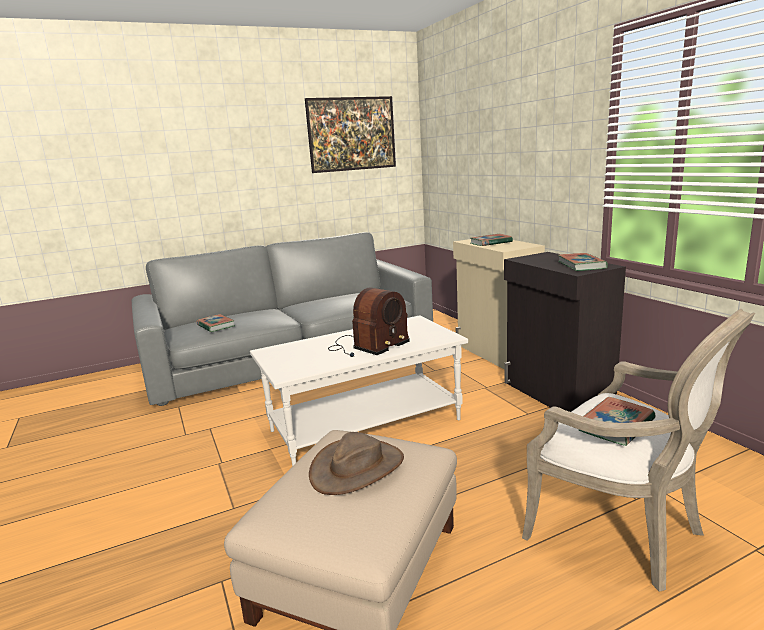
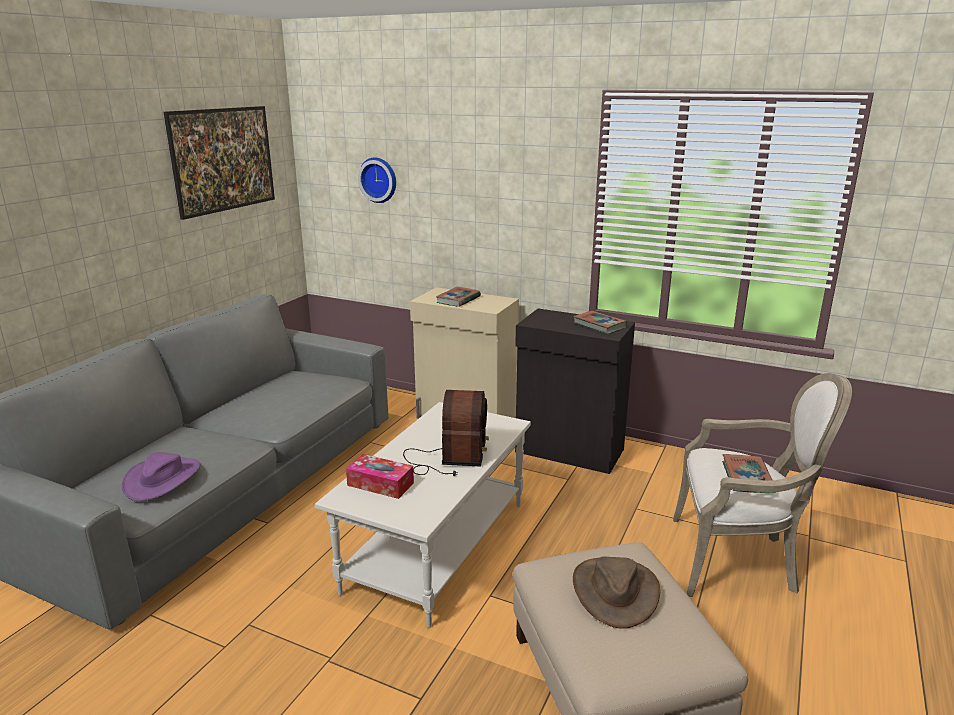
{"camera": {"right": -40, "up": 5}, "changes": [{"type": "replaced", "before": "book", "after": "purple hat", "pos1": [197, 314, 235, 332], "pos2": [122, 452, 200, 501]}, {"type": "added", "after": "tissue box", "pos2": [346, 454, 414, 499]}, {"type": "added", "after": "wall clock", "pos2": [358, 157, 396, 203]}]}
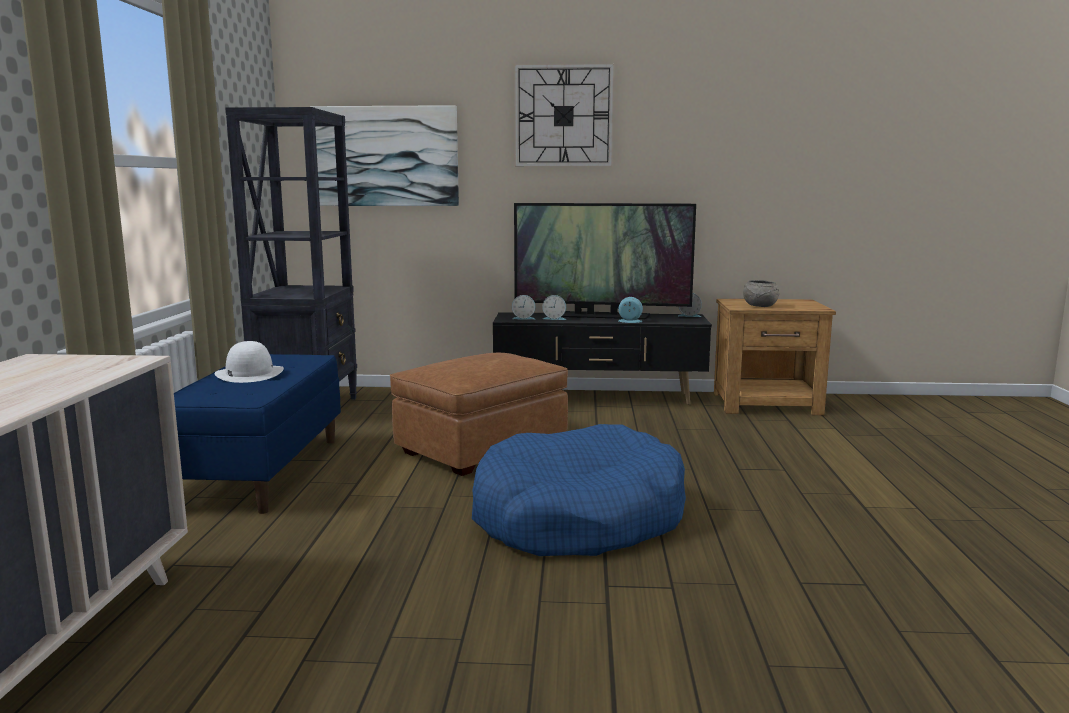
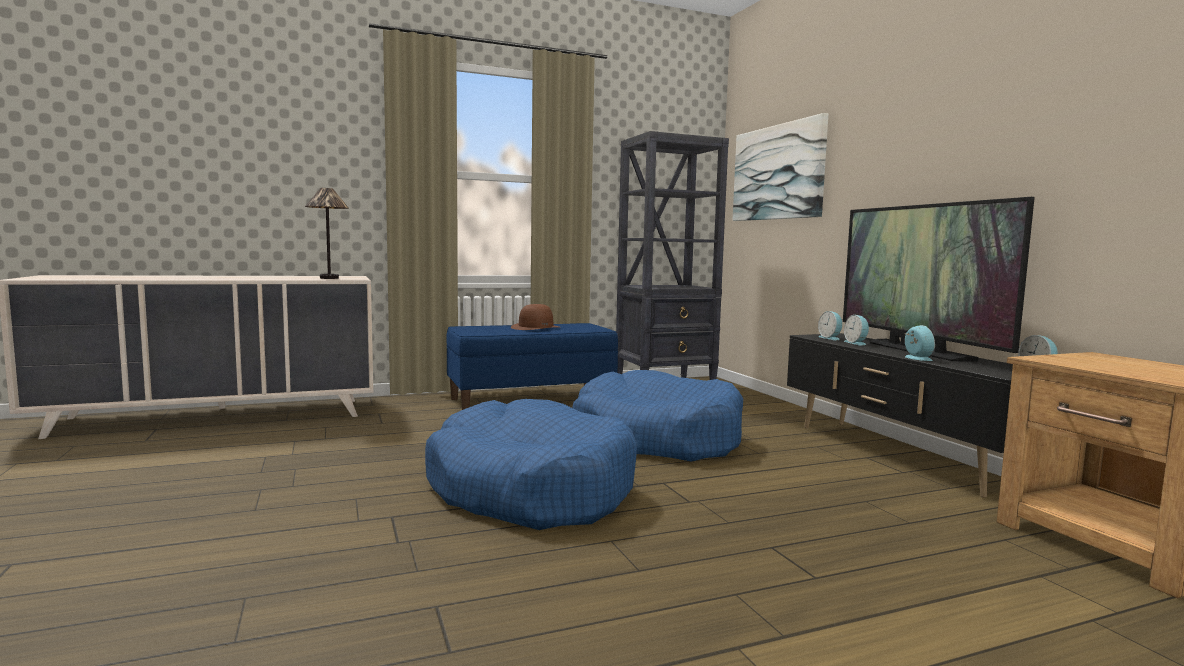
{"camera": {"right": 65, "up": -5}, "changes": [{"type": "added", "after": "table lamp", "pos2": [305, 188, 349, 279]}, {"type": "recoloured", "before": "white hat", "after": "brown hat", "pos1": [215, 341, 284, 383], "pos2": [511, 304, 559, 330]}, {"type": "replaced", "before": "brown ottoman", "after": "blue dog bed", "pos1": [390, 353, 568, 476], "pos2": [572, 370, 743, 462]}, {"type": "removed", "before": "wall clock", "pos1": [515, 64, 614, 166]}, {"type": "removed", "before": "grey bowl", "pos1": [743, 280, 779, 307]}]}
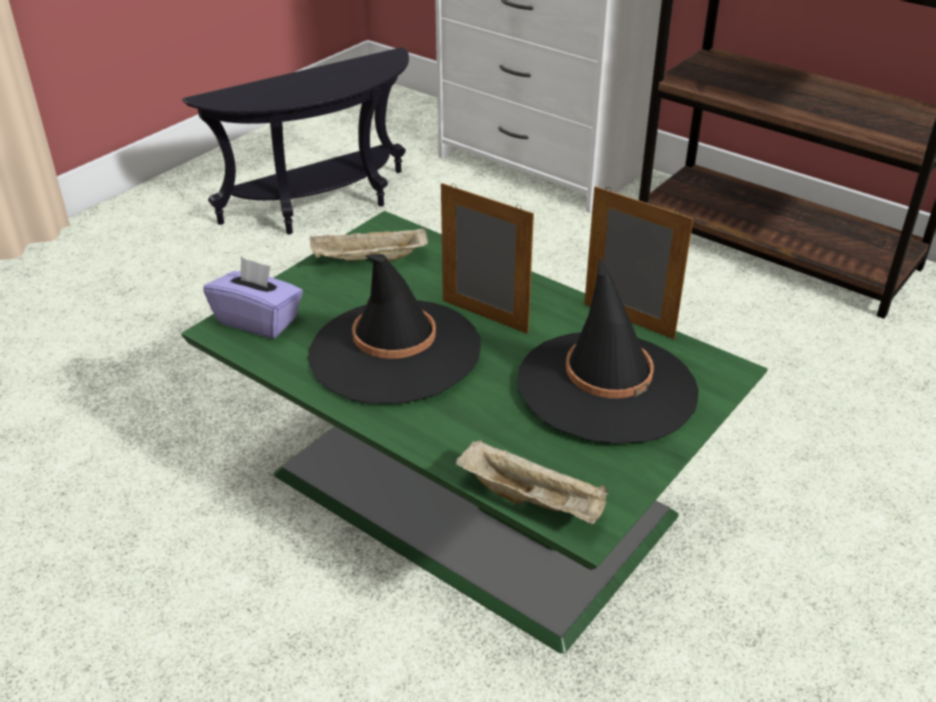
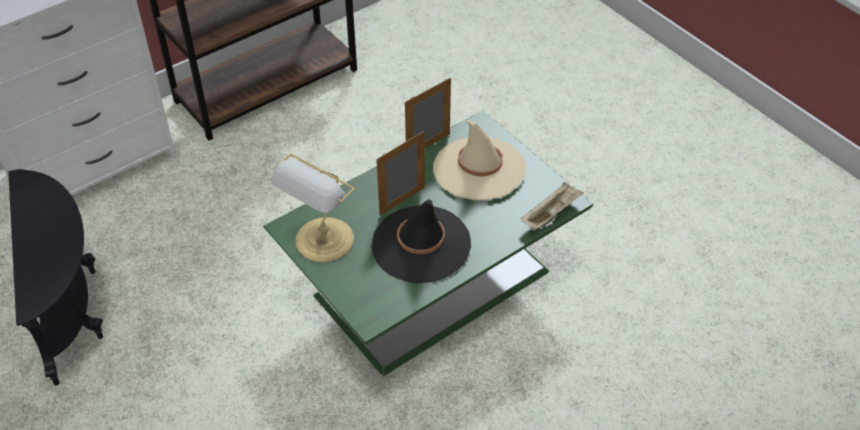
{"camera": {"right": -75, "up": 10}, "changes": [{"type": "replaced", "before": "beige tray", "after": "table lamp", "pos1": [310, 227, 428, 261], "pos2": [271, 154, 355, 262]}, {"type": "recoloured", "before": "black hat", "after": "beige hat", "pos1": [518, 256, 699, 444], "pos2": [433, 120, 526, 200]}, {"type": "removed", "before": "purple tissue box", "pos1": [203, 257, 303, 338]}]}
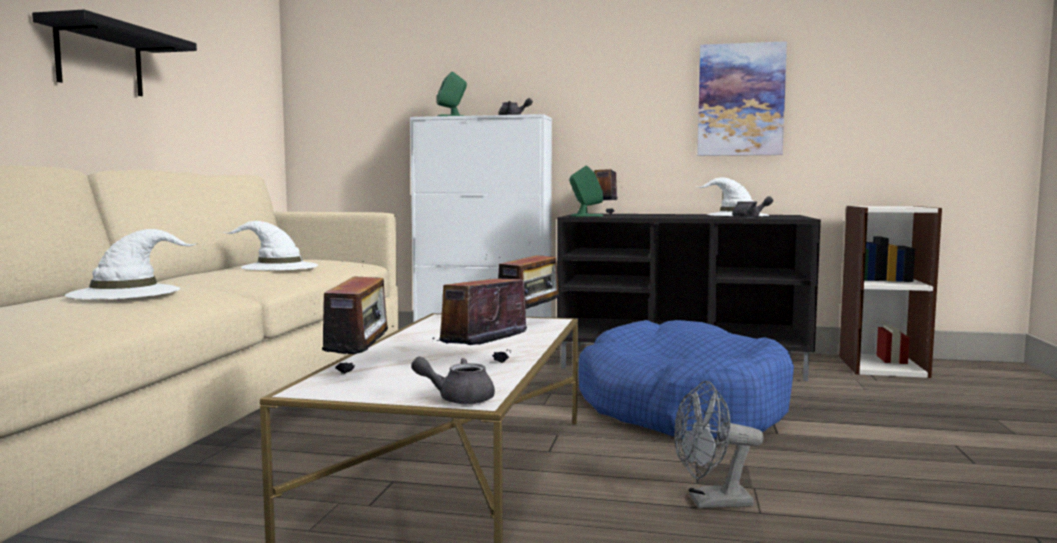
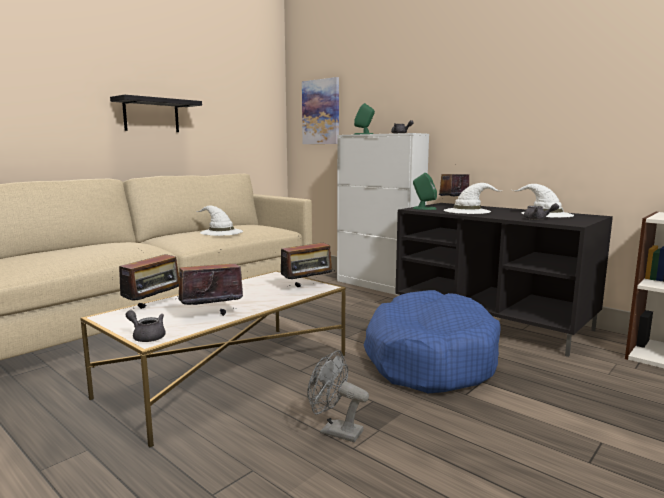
{"camera": {"right": 30, "up": 5}, "changes": [{"type": "moved", "before": "picture", "pos1": [697, 41, 787, 156], "pos2": [302, 77, 339, 144]}, {"type": "moved", "before": "white hat", "pos1": [65, 229, 198, 299], "pos2": [444, 183, 500, 214]}]}
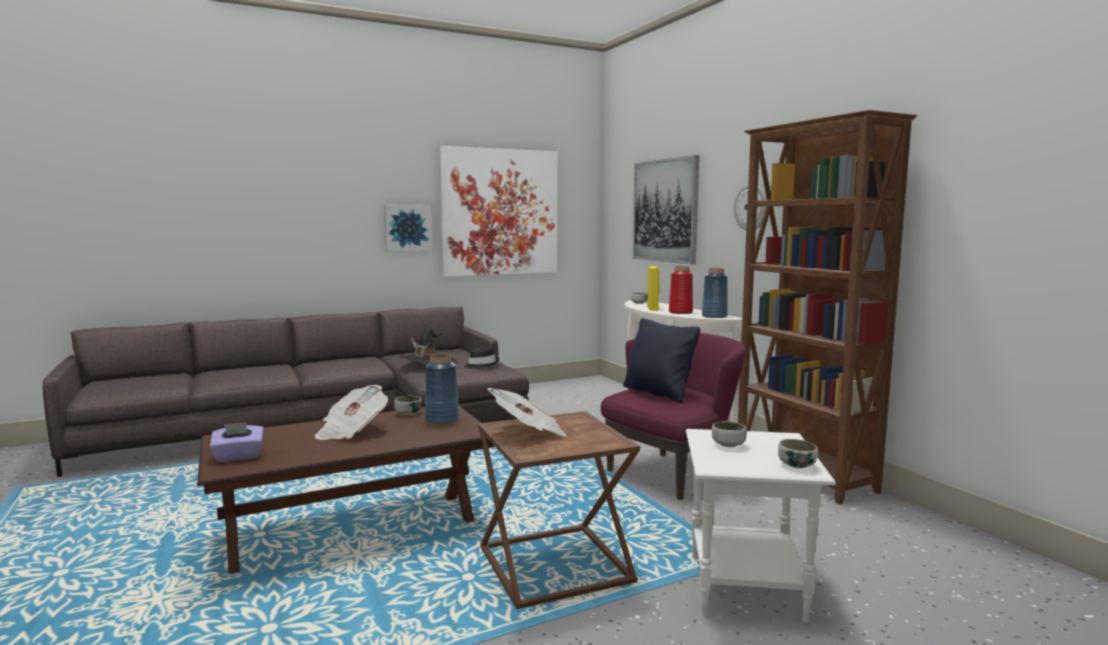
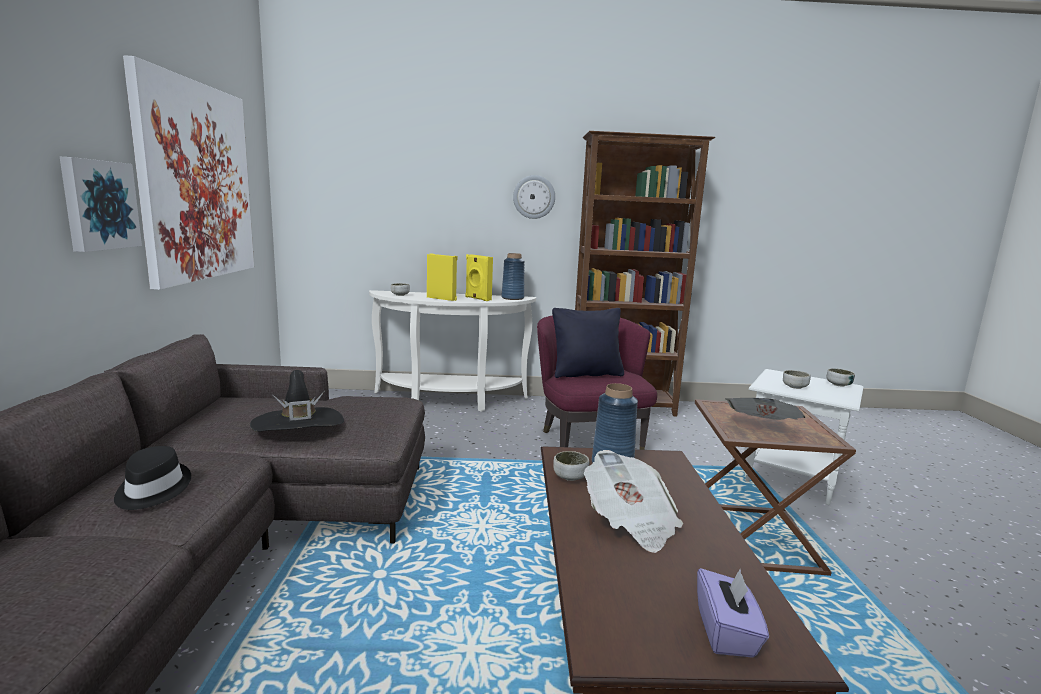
{"camera": {"right": -65, "up": 5}, "changes": [{"type": "moved", "before": "black hat", "pos1": [464, 346, 499, 369], "pos2": [114, 446, 191, 510]}, {"type": "replaced", "before": "red vase", "after": "yellow speaker", "pos1": [669, 266, 693, 314], "pos2": [465, 254, 493, 301]}, {"type": "removed", "before": "picture", "pos1": [633, 155, 699, 264]}]}
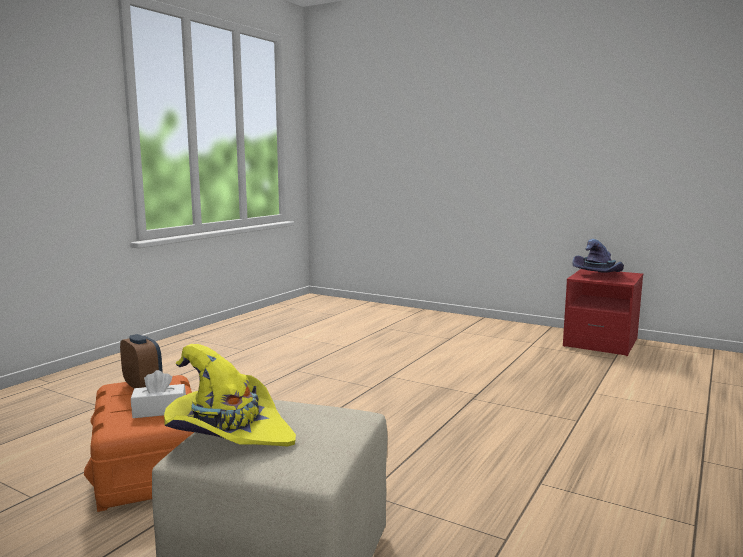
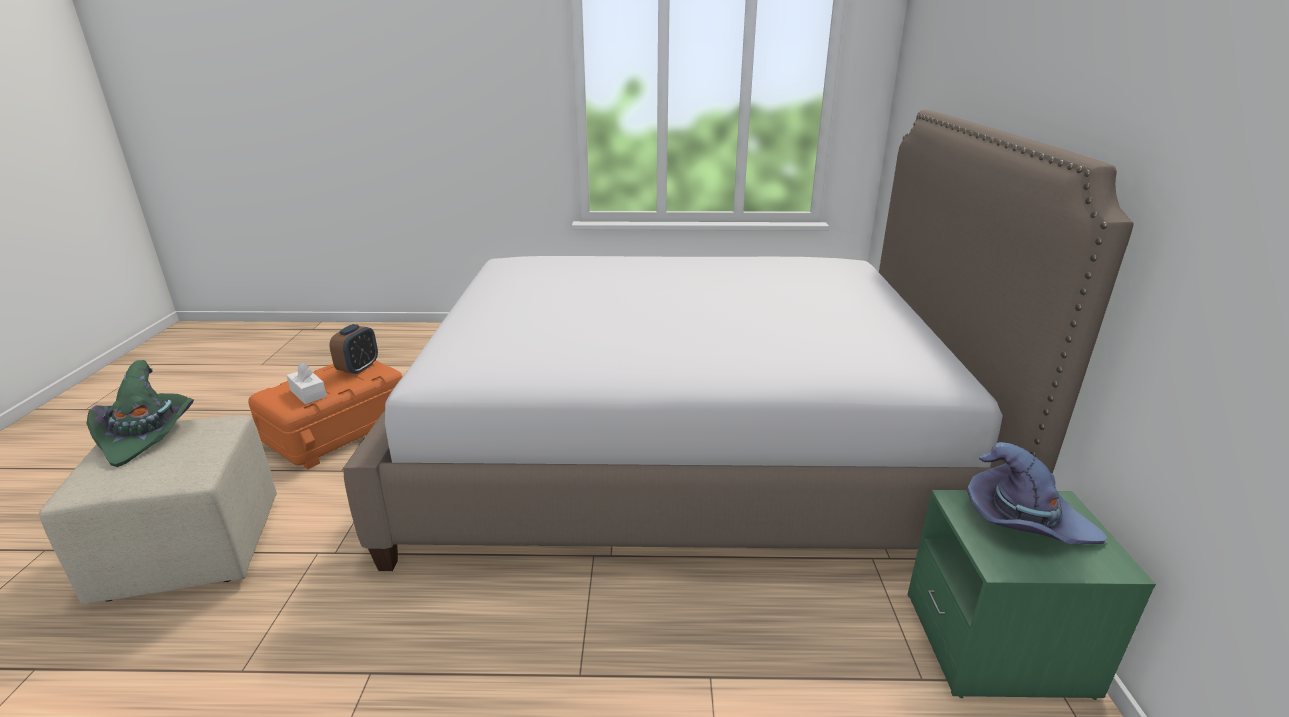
{"camera": {"right": 60, "up": 15}, "changes": [{"type": "recoloured", "before": "yellow hat", "after": "green hat", "pos1": [164, 344, 296, 446], "pos2": [87, 360, 194, 467]}, {"type": "added", "after": "bed", "pos2": [343, 110, 1134, 571]}, {"type": "recoloured", "before": "red nightstand", "after": "green nightstand", "pos1": [563, 269, 643, 356], "pos2": [907, 490, 1156, 700]}]}
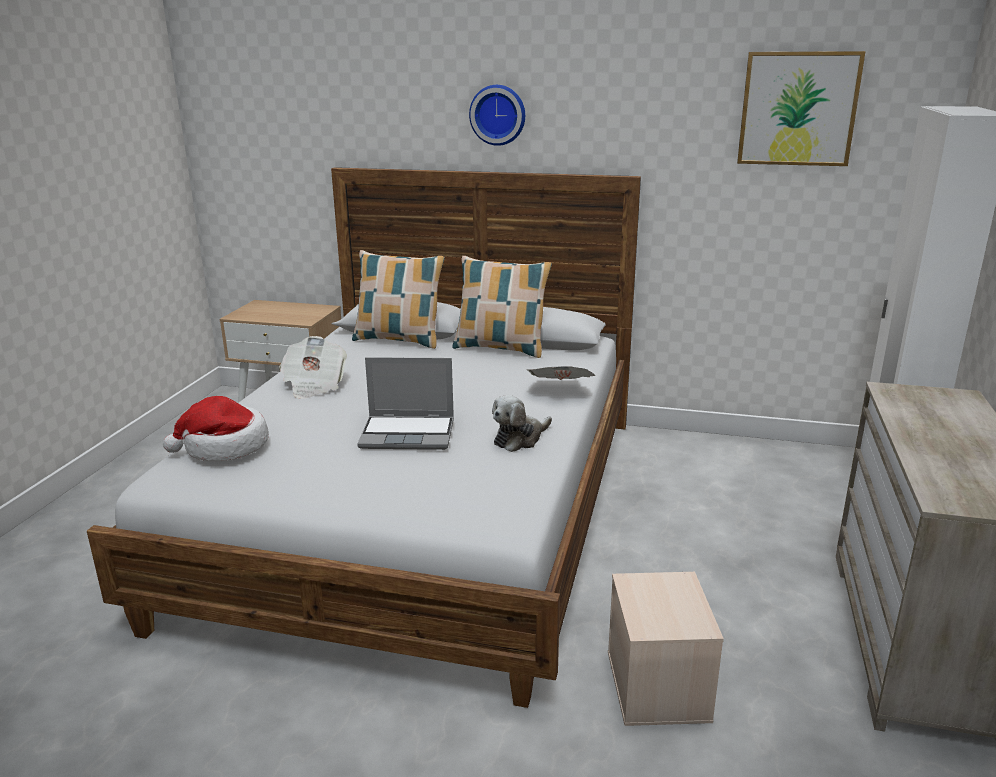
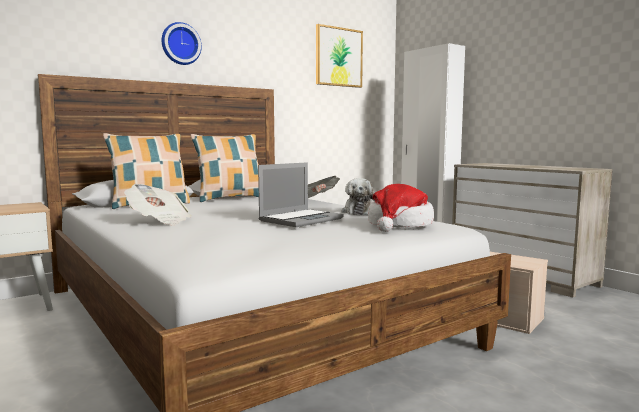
{"camera": {"right": -50, "up": -15}, "changes": [{"type": "moved", "before": "hat", "pos1": [163, 396, 269, 461], "pos2": [368, 184, 434, 232]}]}
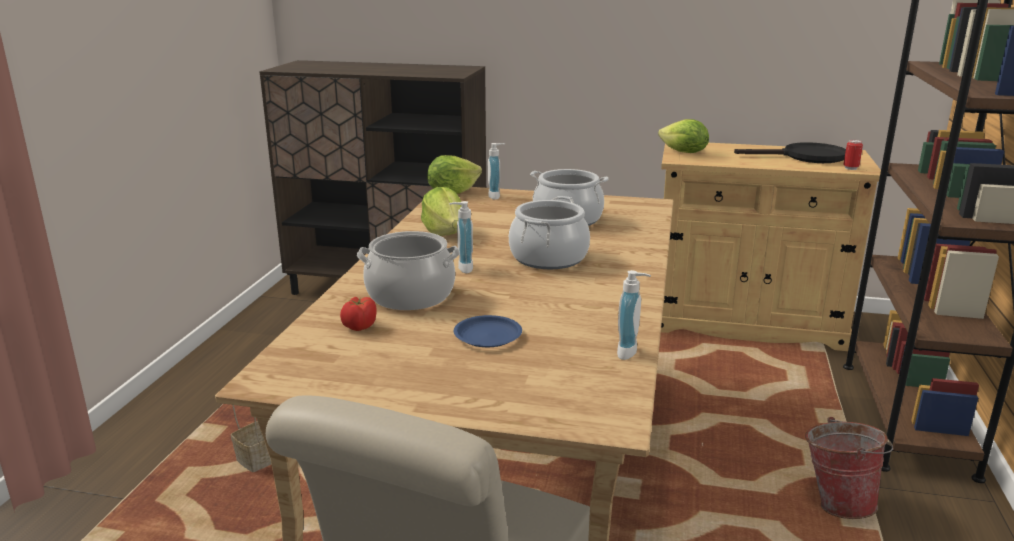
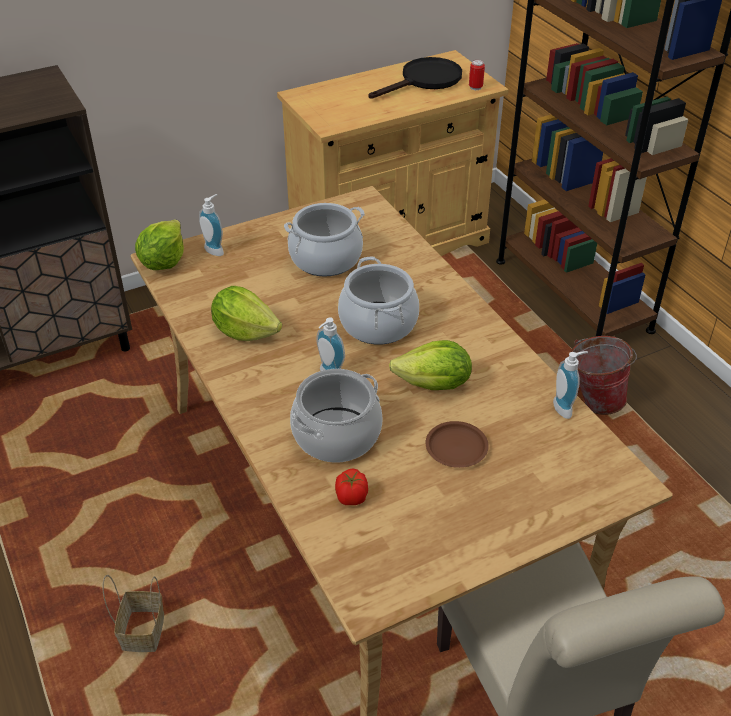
{"camera": {"right": -40, "up": 20}, "changes": [{"type": "moved", "before": "lettuce", "pos1": [658, 119, 709, 153], "pos2": [389, 340, 472, 390]}, {"type": "recoloured", "before": "blue plate", "after": "brown plate", "pos1": [454, 315, 522, 347], "pos2": [426, 421, 489, 468]}]}
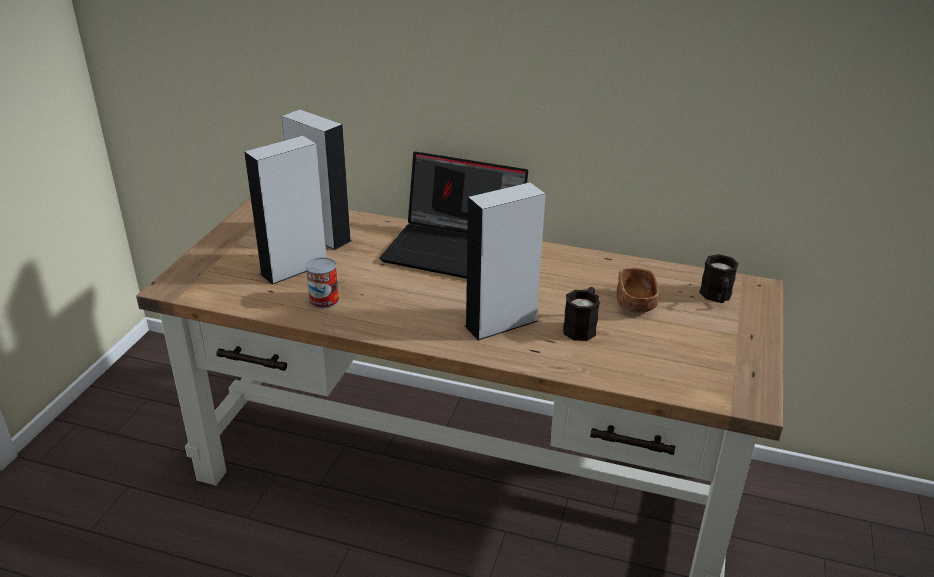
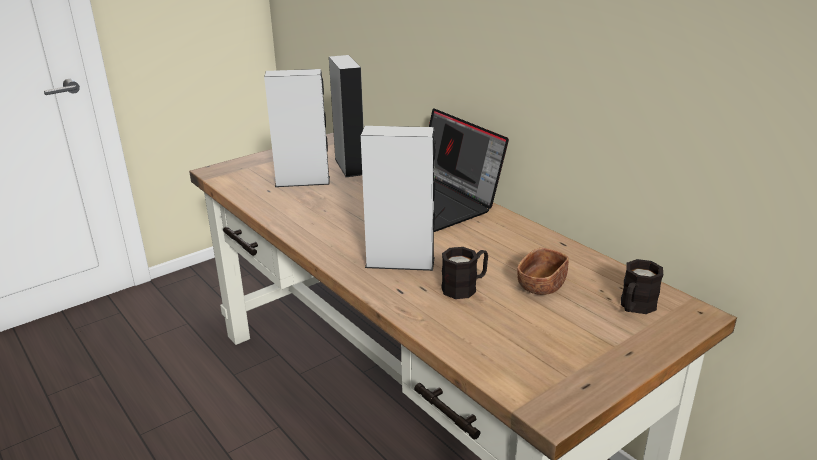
{"camera": {"right": 35, "up": -5}, "changes": [{"type": "removed", "before": "can", "pos1": [305, 257, 339, 309]}]}
